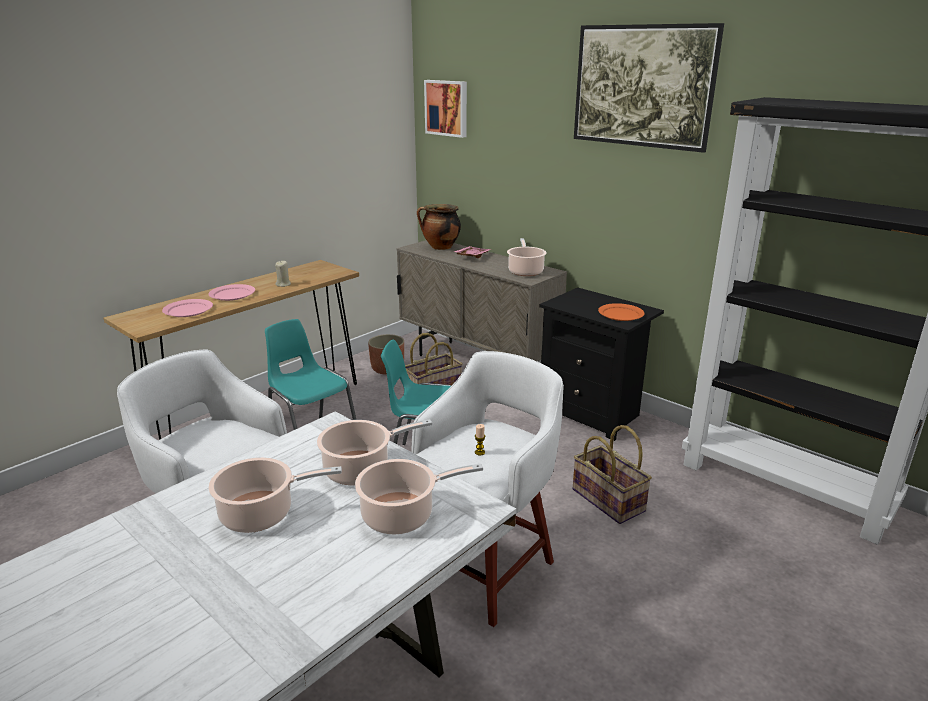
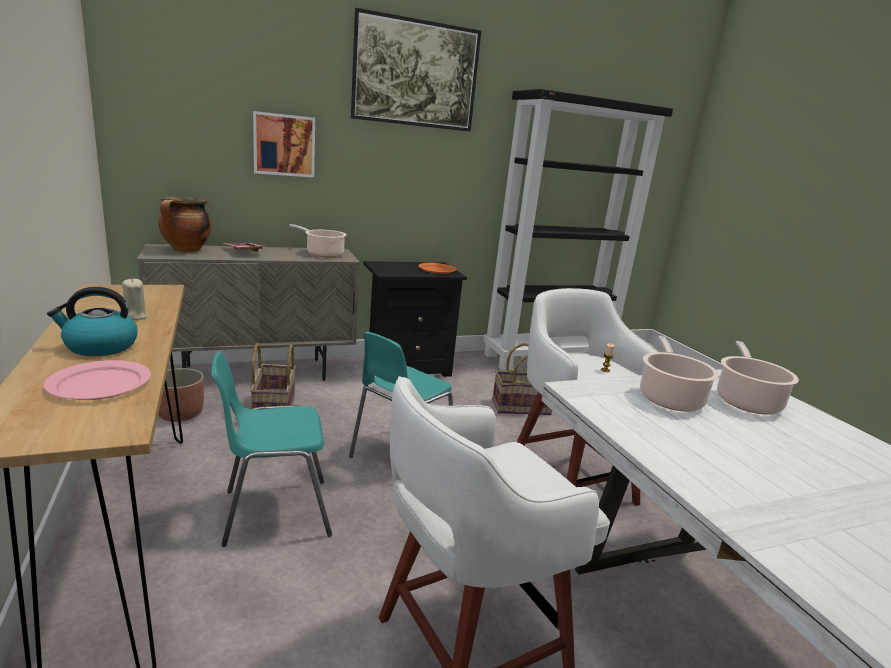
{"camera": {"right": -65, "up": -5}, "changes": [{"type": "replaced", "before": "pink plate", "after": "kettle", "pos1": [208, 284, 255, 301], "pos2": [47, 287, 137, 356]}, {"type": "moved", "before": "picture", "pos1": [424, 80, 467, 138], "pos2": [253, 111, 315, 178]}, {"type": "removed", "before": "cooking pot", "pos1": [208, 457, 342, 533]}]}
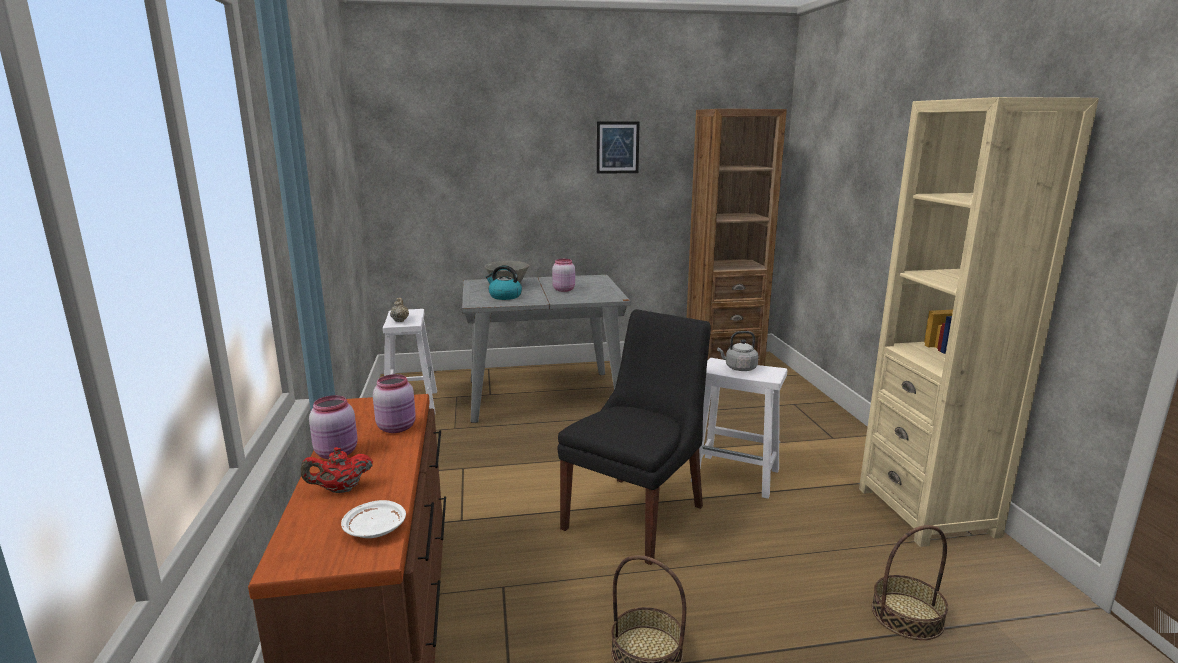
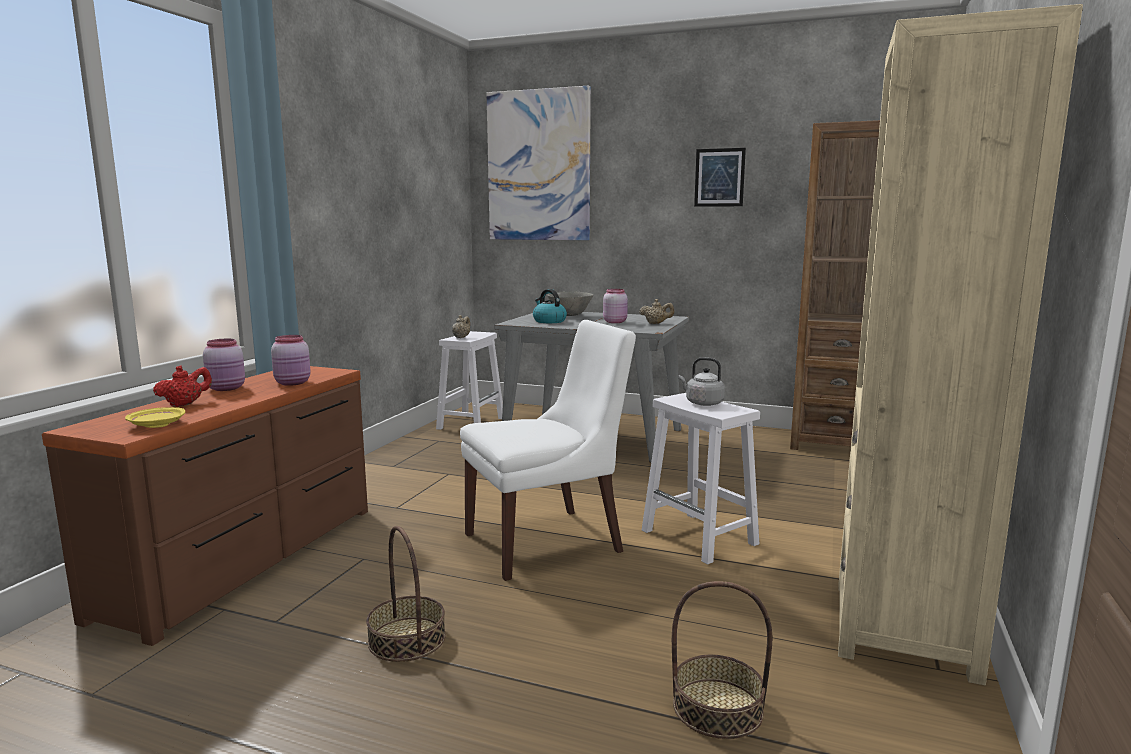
{"camera": {"right": 30, "up": -5}, "changes": [{"type": "recoloured", "before": "white plate", "after": "yellow plate", "pos1": [341, 500, 406, 538], "pos2": [125, 407, 185, 428]}, {"type": "turned", "before": "red teapot", "pos1": [301, 447, 373, 493], "pos2": [153, 365, 212, 407], "turn": 120}, {"type": "recoloured", "before": "black chair", "after": "white chair", "pos1": [557, 309, 711, 565], "pos2": [460, 320, 636, 581]}, {"type": "added", "after": "picture", "pos2": [487, 86, 591, 240]}, {"type": "added", "after": "beige teapot", "pos2": [639, 299, 675, 324]}]}
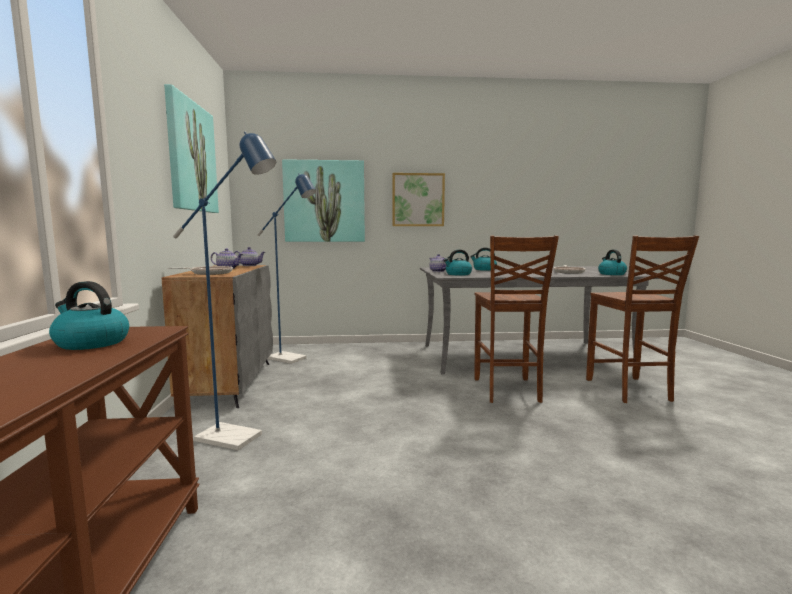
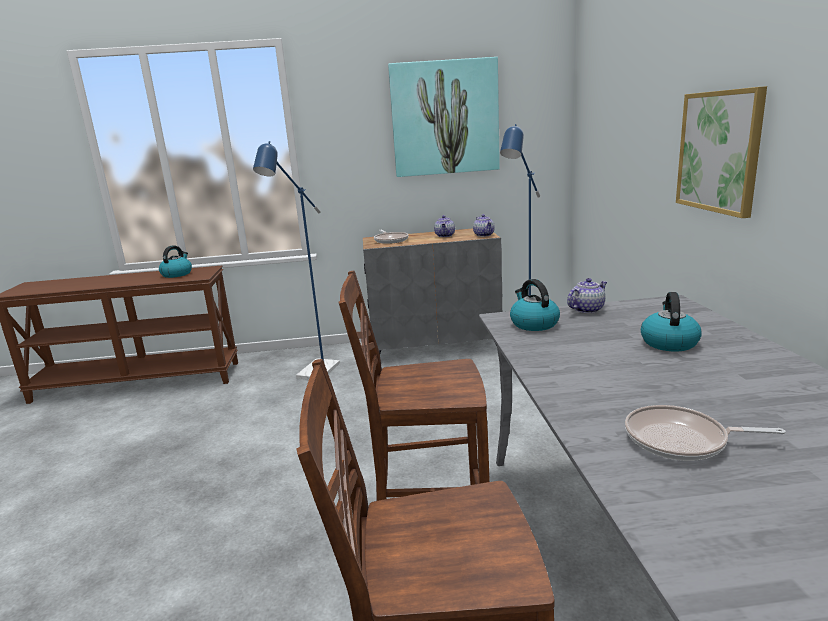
{"camera": {"right": 90, "up": 10}, "changes": [{"type": "removed", "before": "picture", "pos1": [282, 159, 365, 242]}, {"type": "removed", "before": "kettle", "pos1": [598, 249, 627, 275]}]}
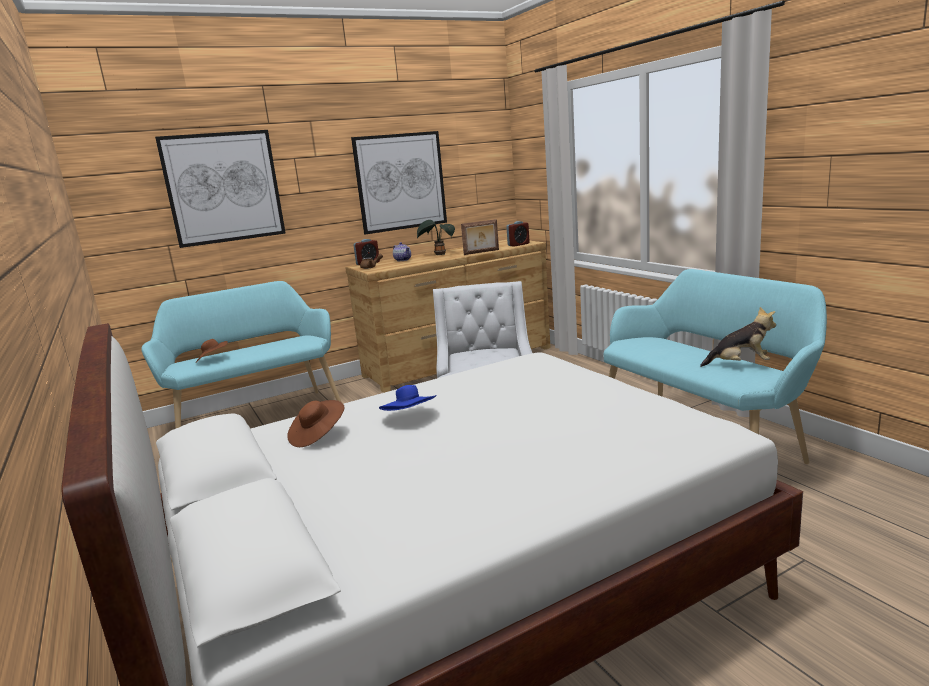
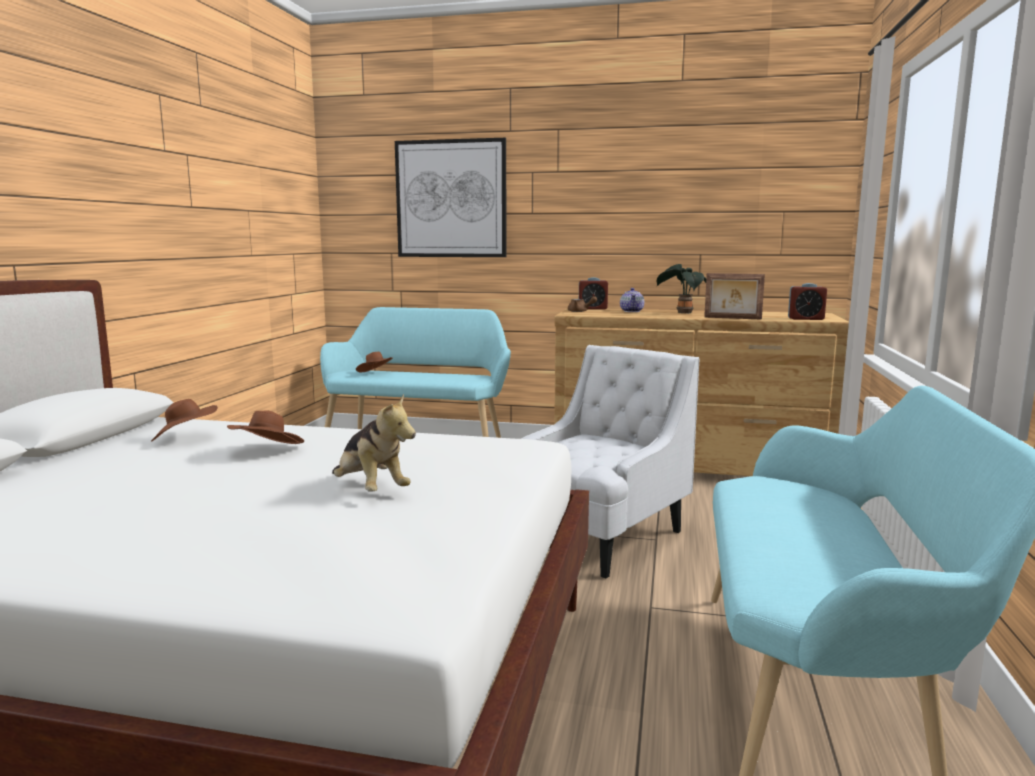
{"camera": {"right": 40, "up": -5}, "changes": [{"type": "recoloured", "before": "blue hat", "after": "brown hat", "pos1": [379, 385, 437, 411], "pos2": [227, 411, 304, 444]}, {"type": "moved", "before": "plush toy", "pos1": [700, 307, 776, 367], "pos2": [332, 394, 416, 492]}, {"type": "removed", "before": "picture", "pos1": [351, 131, 447, 234]}]}
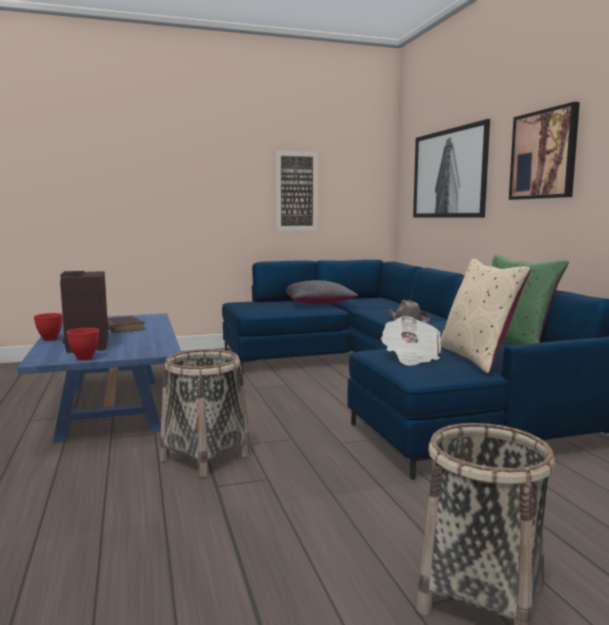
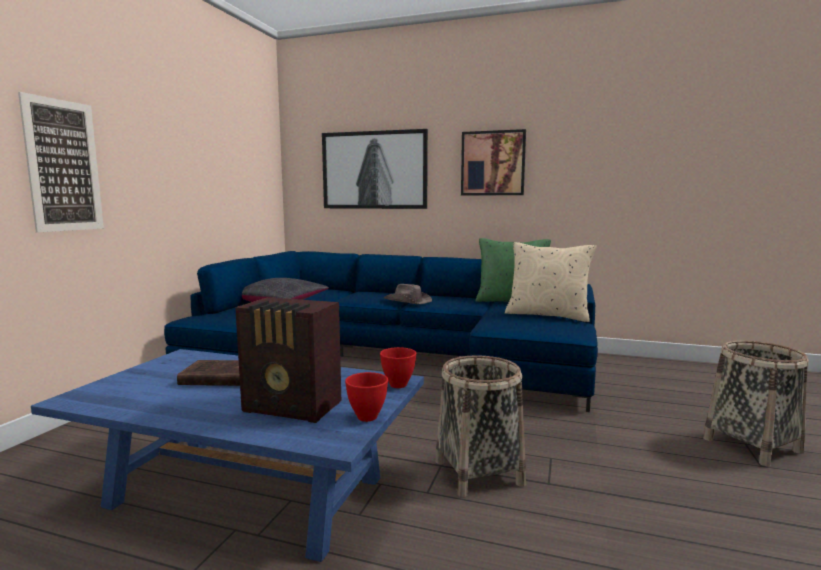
{"camera": {"right": -55, "up": 0}, "changes": [{"type": "moved", "before": "picture", "pos1": [275, 151, 318, 231], "pos2": [18, 92, 104, 232]}, {"type": "moved", "before": "red bowl", "pos1": [34, 313, 63, 341], "pos2": [380, 347, 416, 388]}, {"type": "removed", "before": "newspaper", "pos1": [381, 316, 441, 365]}]}
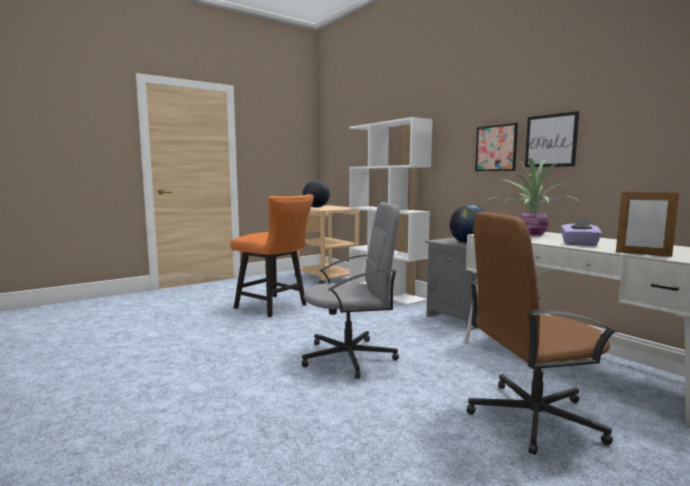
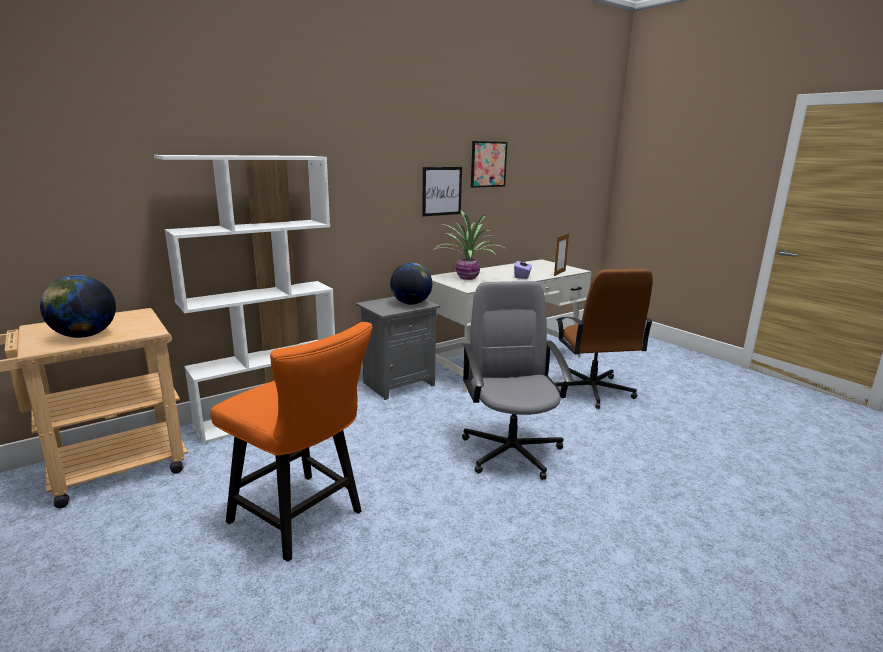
{"camera": {"right": -90, "up": 10}, "changes": [{"type": "turned", "before": "orange chair", "pos1": [230, 194, 314, 317], "pos2": [210, 322, 373, 562], "turn": 90}, {"type": "moved", "before": "picture", "pos1": [475, 123, 518, 171], "pos2": [471, 141, 507, 188]}]}
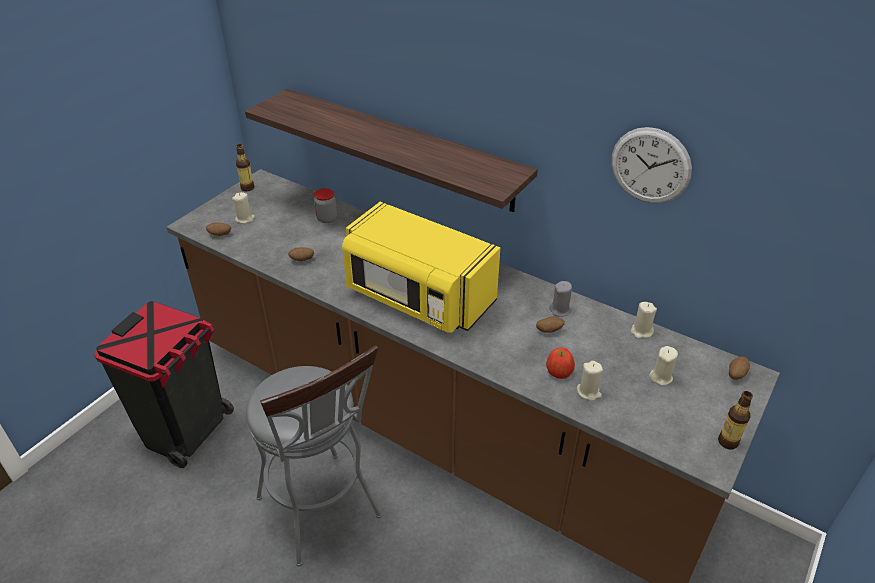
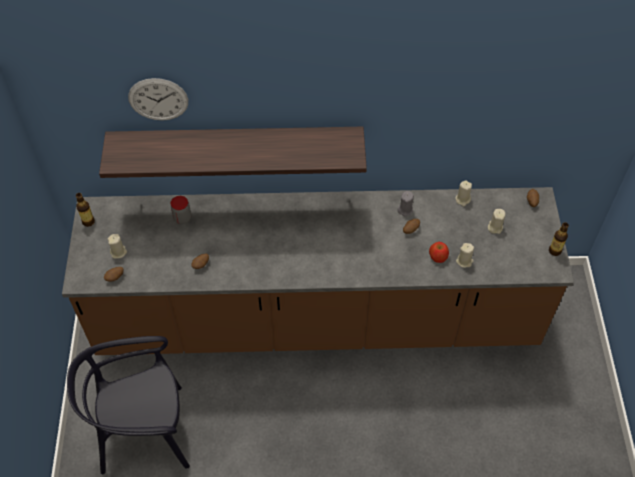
{"camera": {"right": -35, "up": 15}, "changes": [{"type": "replaced", "before": "black trash can", "after": "black chair", "pos1": [94, 301, 234, 468], "pos2": [67, 336, 190, 474]}, {"type": "moved", "before": "wall clock", "pos1": [611, 127, 692, 203], "pos2": [128, 78, 188, 121]}, {"type": "removed", "before": "grey stool", "pos1": [246, 345, 382, 566]}, {"type": "removed", "before": "yellow microwave", "pos1": [342, 202, 500, 333]}]}
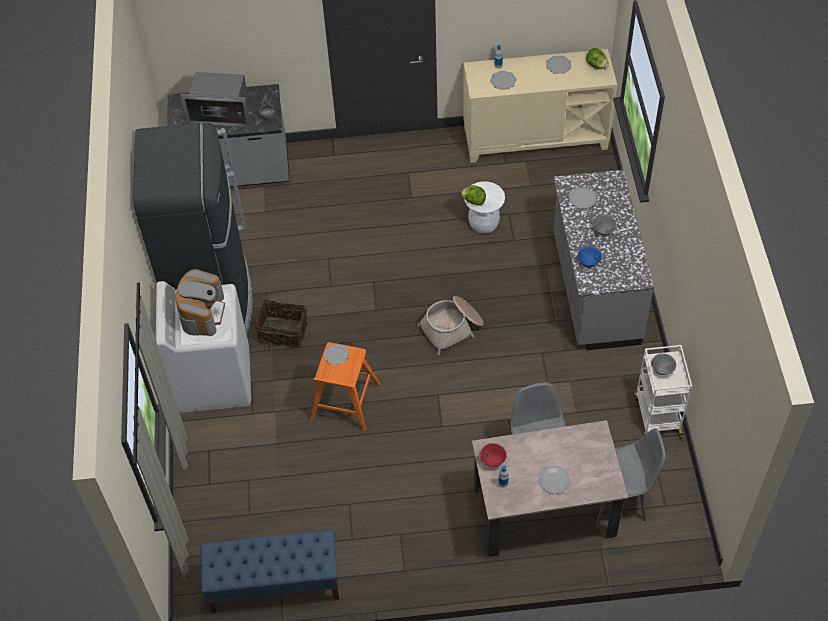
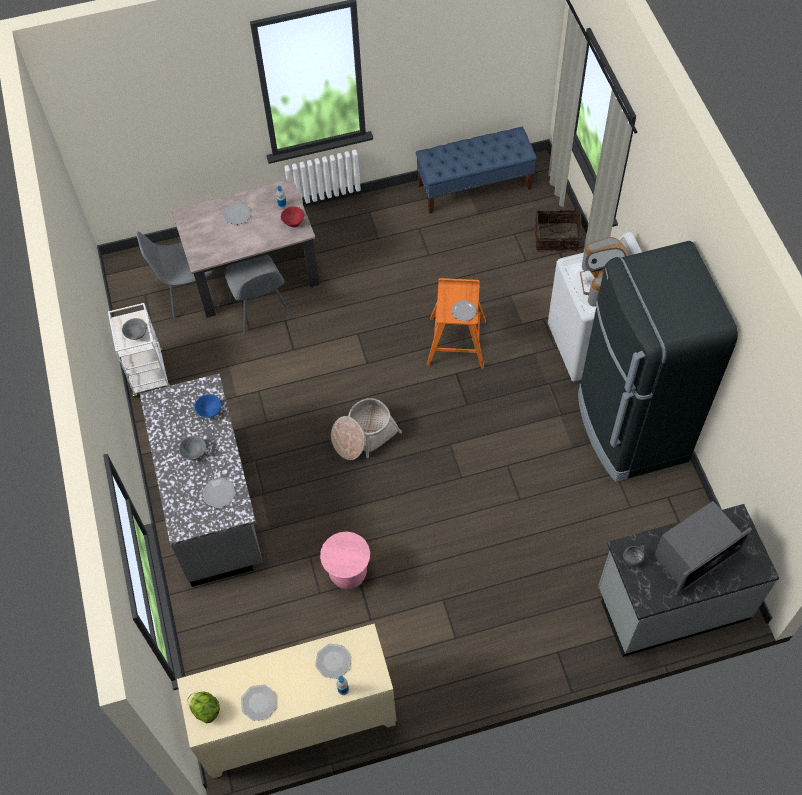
{"camera": {"right": 170, "up": 5}, "changes": [{"type": "recoloured", "before": "white stool", "after": "pink stool", "pos1": [464, 181, 505, 233], "pos2": [320, 532, 370, 590]}, {"type": "moved", "before": "basket", "pos1": [255, 300, 307, 348], "pos2": [535, 210, 582, 252]}, {"type": "turned", "before": "microwave", "pos1": [180, 72, 251, 128], "pos2": [654, 501, 752, 595], "turn": 150}, {"type": "removed", "before": "lettuce", "pos1": [461, 185, 486, 205]}]}
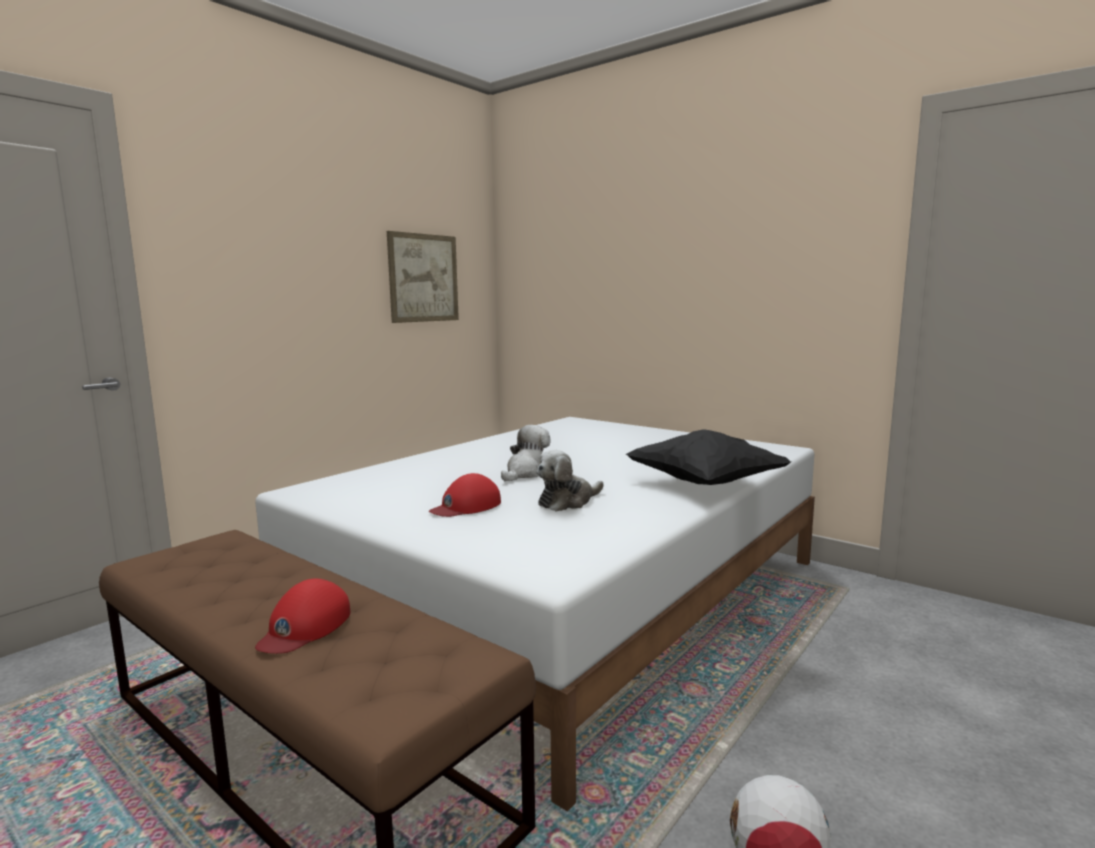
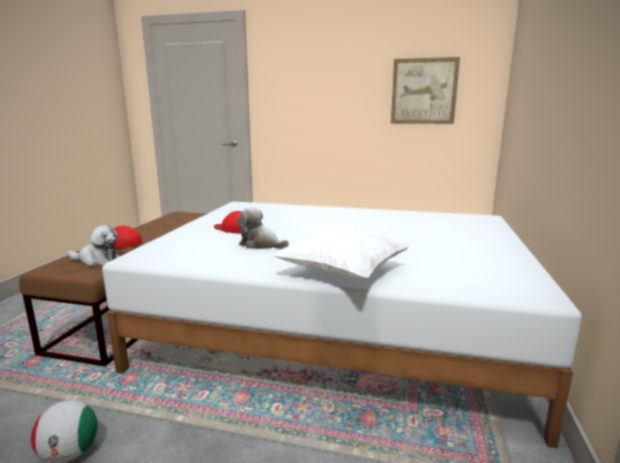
{"camera": {"right": 65, "up": 5}, "changes": [{"type": "moved", "before": "plush toy", "pos1": [501, 425, 551, 481], "pos2": [68, 225, 120, 266]}, {"type": "recoloured", "before": "black pillow", "after": "white pillow", "pos1": [625, 429, 791, 485], "pos2": [273, 226, 410, 280]}]}
